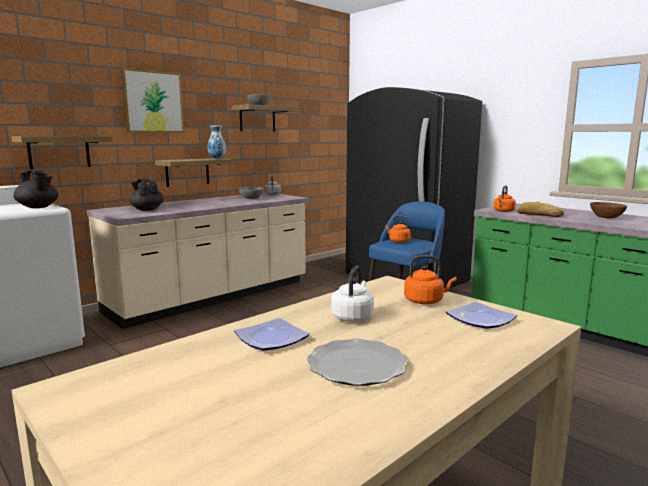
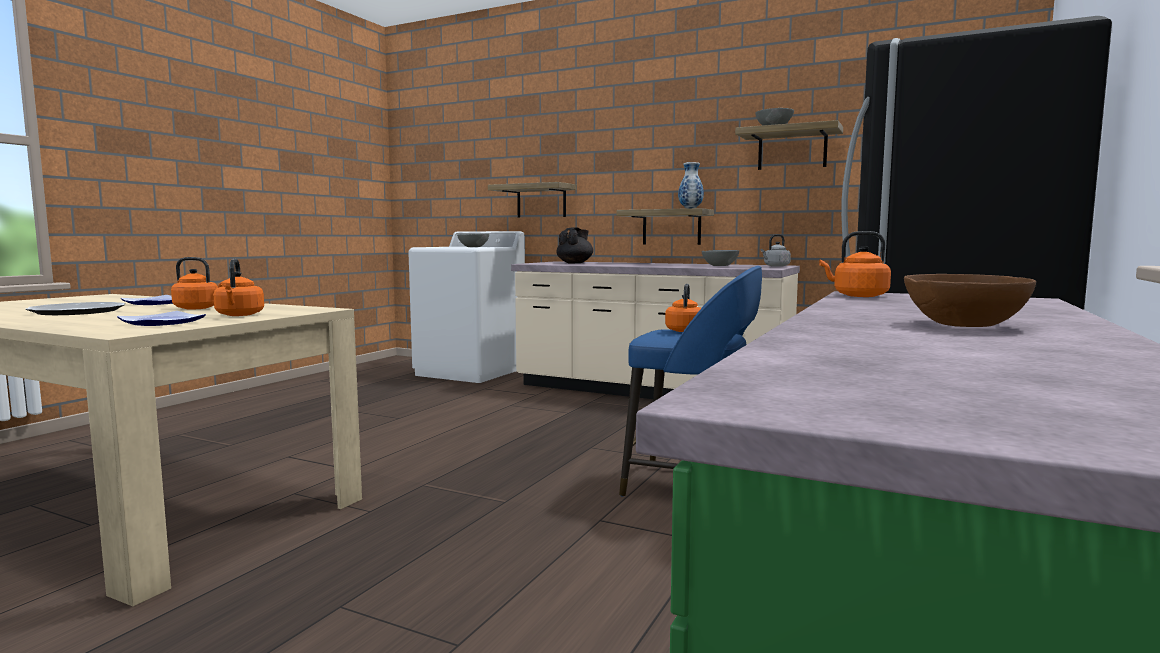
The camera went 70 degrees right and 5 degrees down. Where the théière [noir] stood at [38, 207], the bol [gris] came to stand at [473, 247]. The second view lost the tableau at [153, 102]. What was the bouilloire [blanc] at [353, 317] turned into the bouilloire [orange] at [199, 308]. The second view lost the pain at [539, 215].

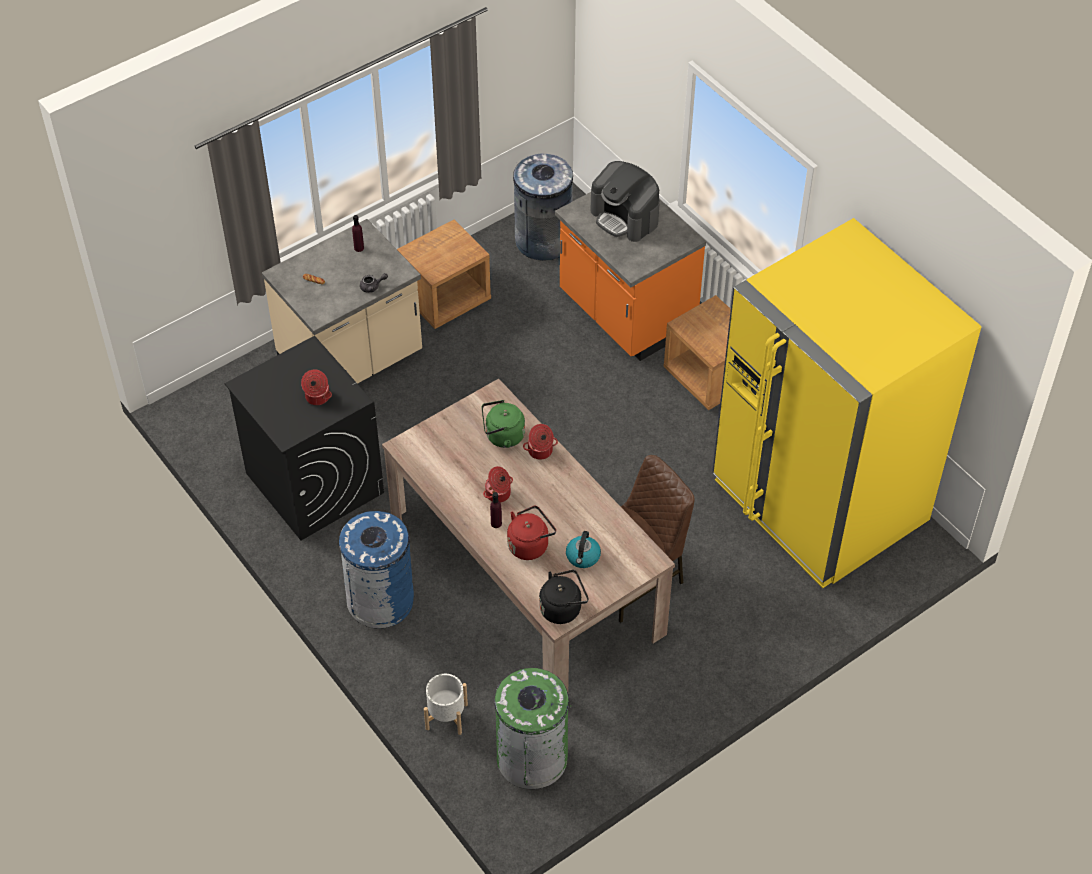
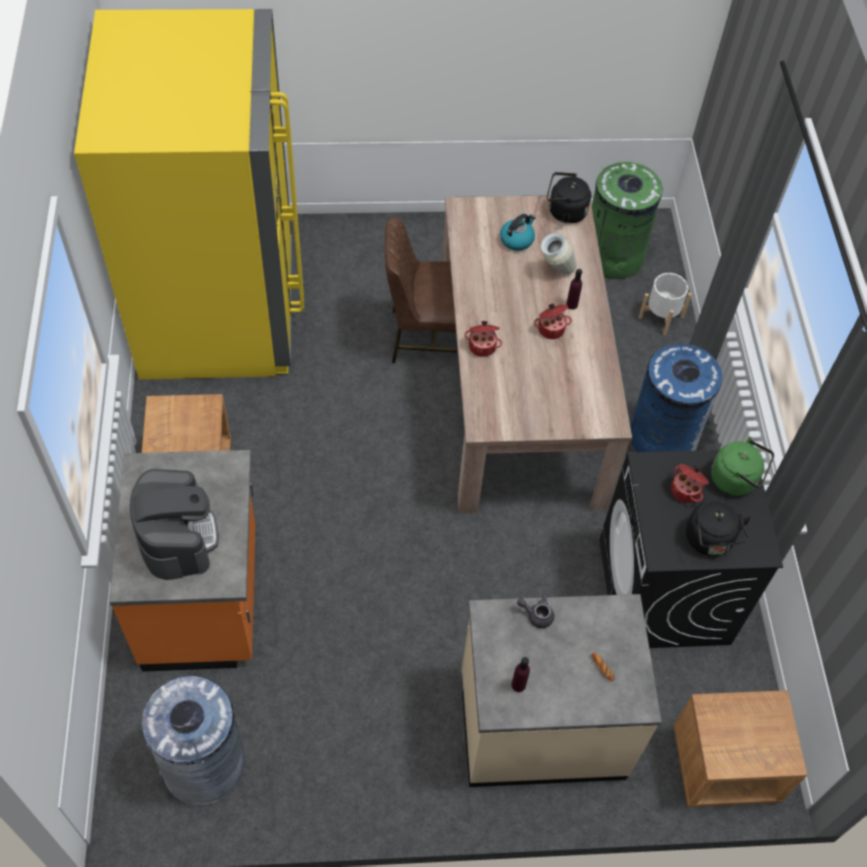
The camera went 150 degrees left and 5 degrees up. The table de chevet [marron] ended up elsewhere, having gone from [446, 298] to [724, 765]. The bouilloire [vert] ended up elsewhere, having gone from [502, 436] to [736, 480]. Where the bouilloire [rouge] stood at [530, 544], the vase came to stand at [555, 272]. The second view gained the bouilloire [noir] at [710, 541].

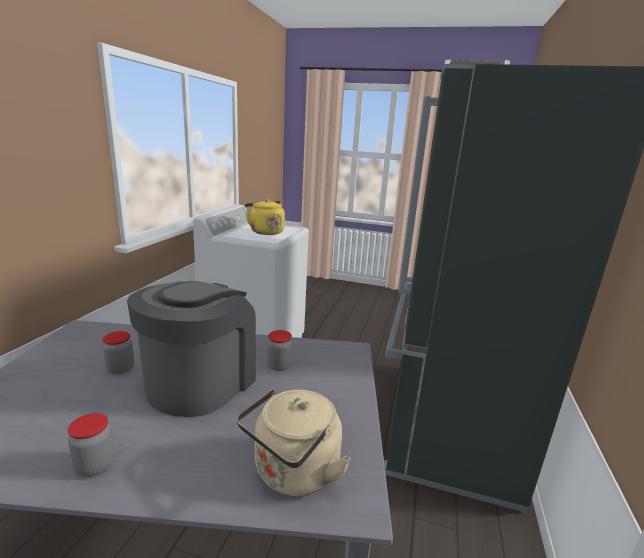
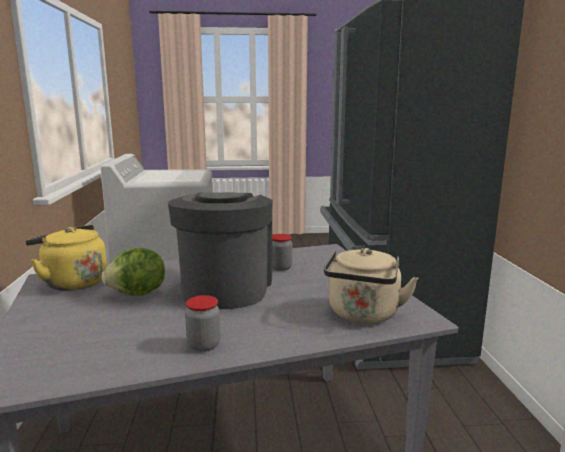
The camera went 20 degrees left and 5 degrees down. Where the bocal stood at [120, 369], the laitue came to stand at [138, 294]. The bouilloire [jaune] ended up elsewhere, having gone from [265, 232] to [73, 282].

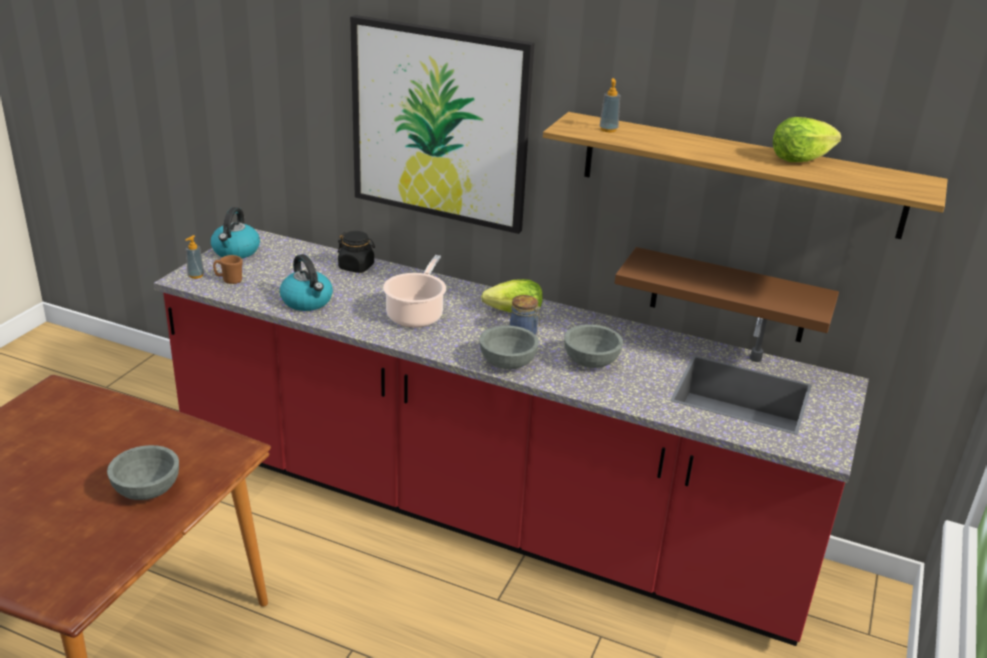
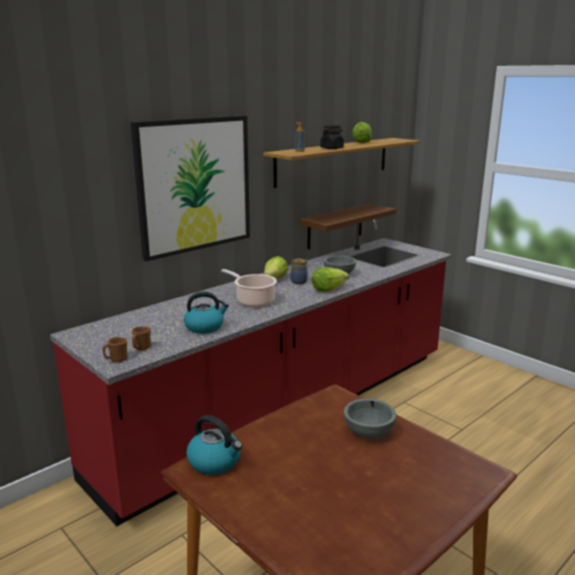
The camera went 65 degrees left and 10 degrees down. Where the distributeur de savon stood at [196, 275], the mug [marron] came to stand at [116, 360]. The bouilloire ended up elsewhere, having gone from [236, 251] to [215, 461]. The bocal [noir] ended up elsewhere, having gone from [356, 267] to [332, 148]. Where the bol [gris] stood at [507, 363], the laitue came to stand at [328, 289].

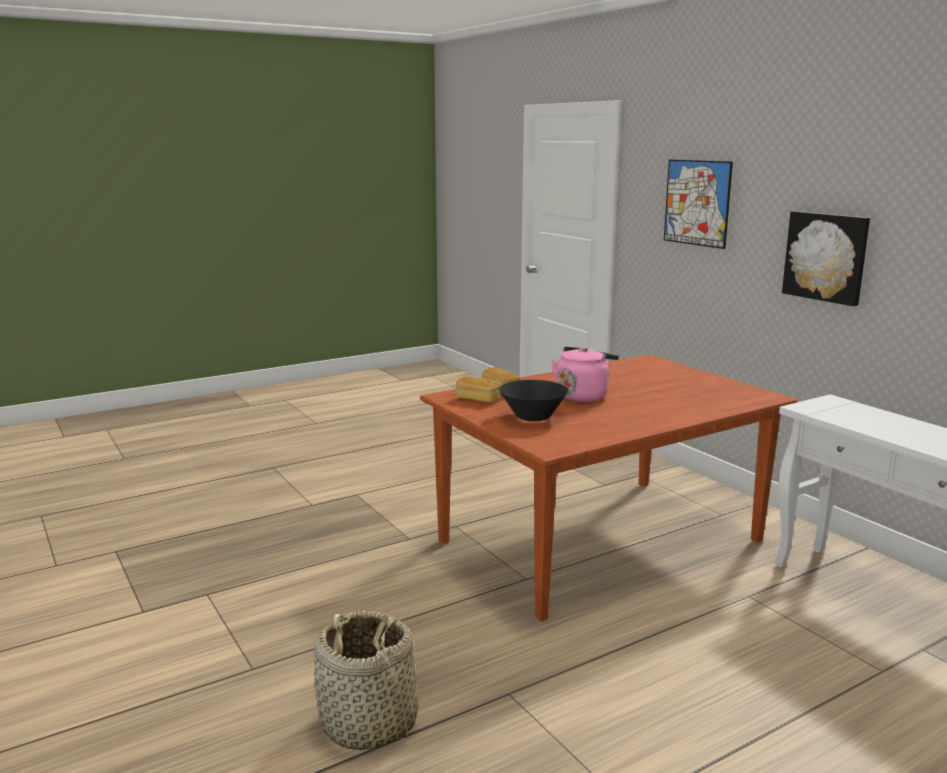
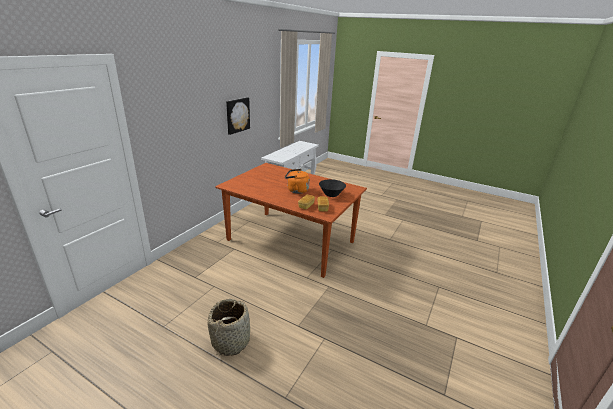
The camera went 120 degrees left and 10 degrees up. The panier ended up elsewhere, having gone from [369, 724] to [231, 340]. What was the bouilloire [rose] at [583, 396] turned into the bouilloire [orange] at [296, 190]. The second view lost the tableau at [697, 203].

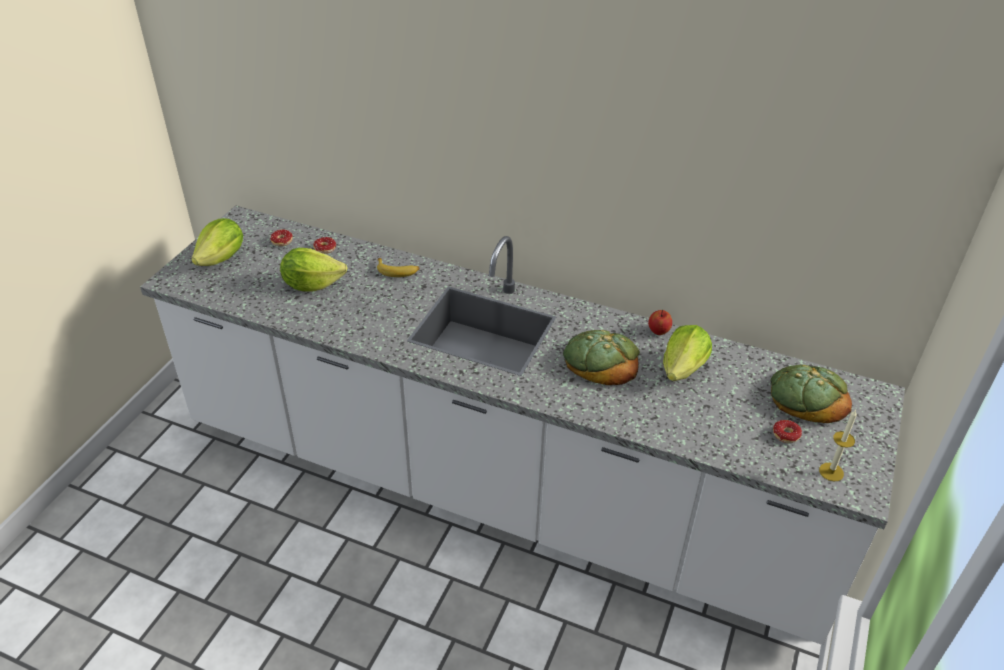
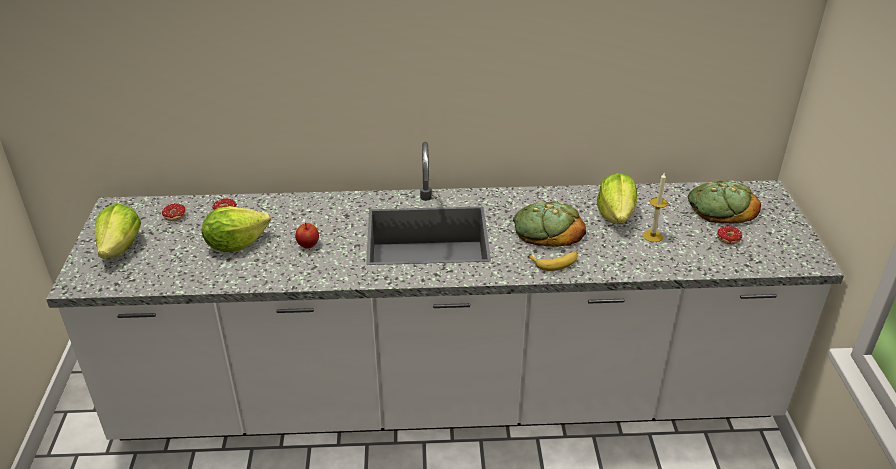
The camera went 25 degrees left and 5 degrees down. The banane ended up elsewhere, having gone from [397, 271] to [555, 263]. The pomme ended up elsewhere, having gone from [658, 331] to [308, 245]. The bougie ended up elsewhere, having gone from [831, 472] to [652, 236].

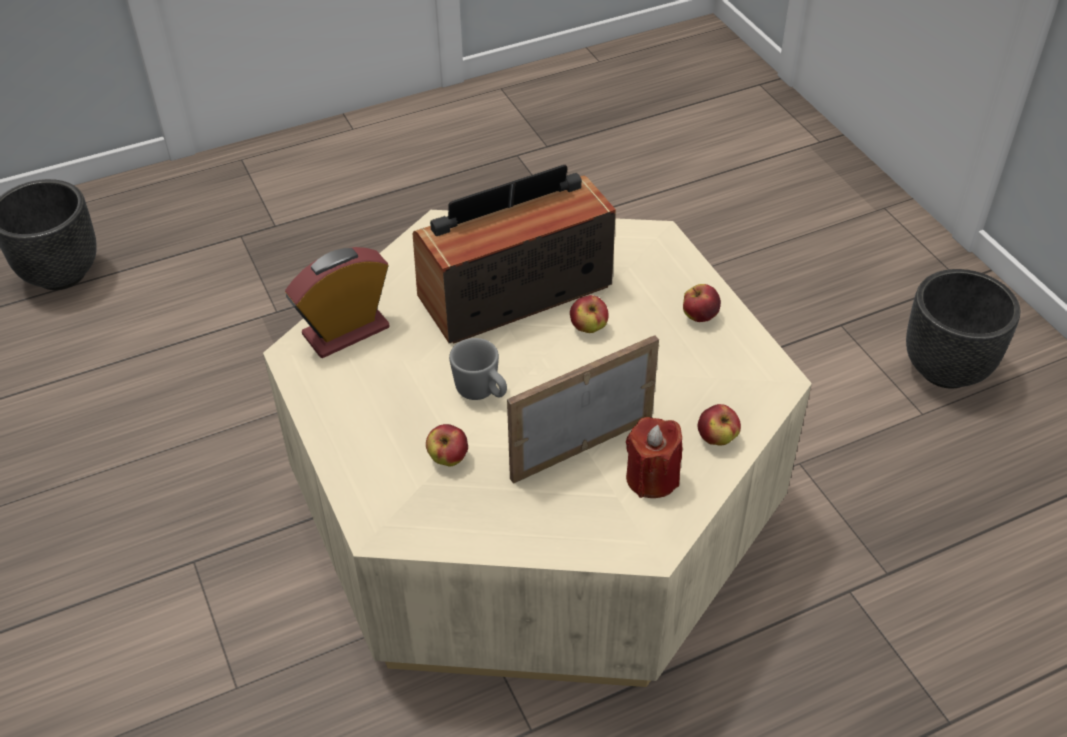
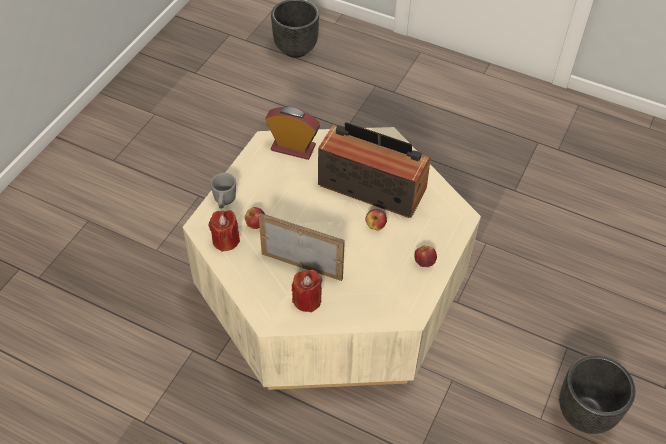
The camera went 50 degrees right and 5 degrees up. The mug [gris] ended up elsewhere, having gone from [482, 392] to [224, 202]. The second view lost the pomme at [716, 438]. The second view gained the bougie [rouge] at [225, 240].

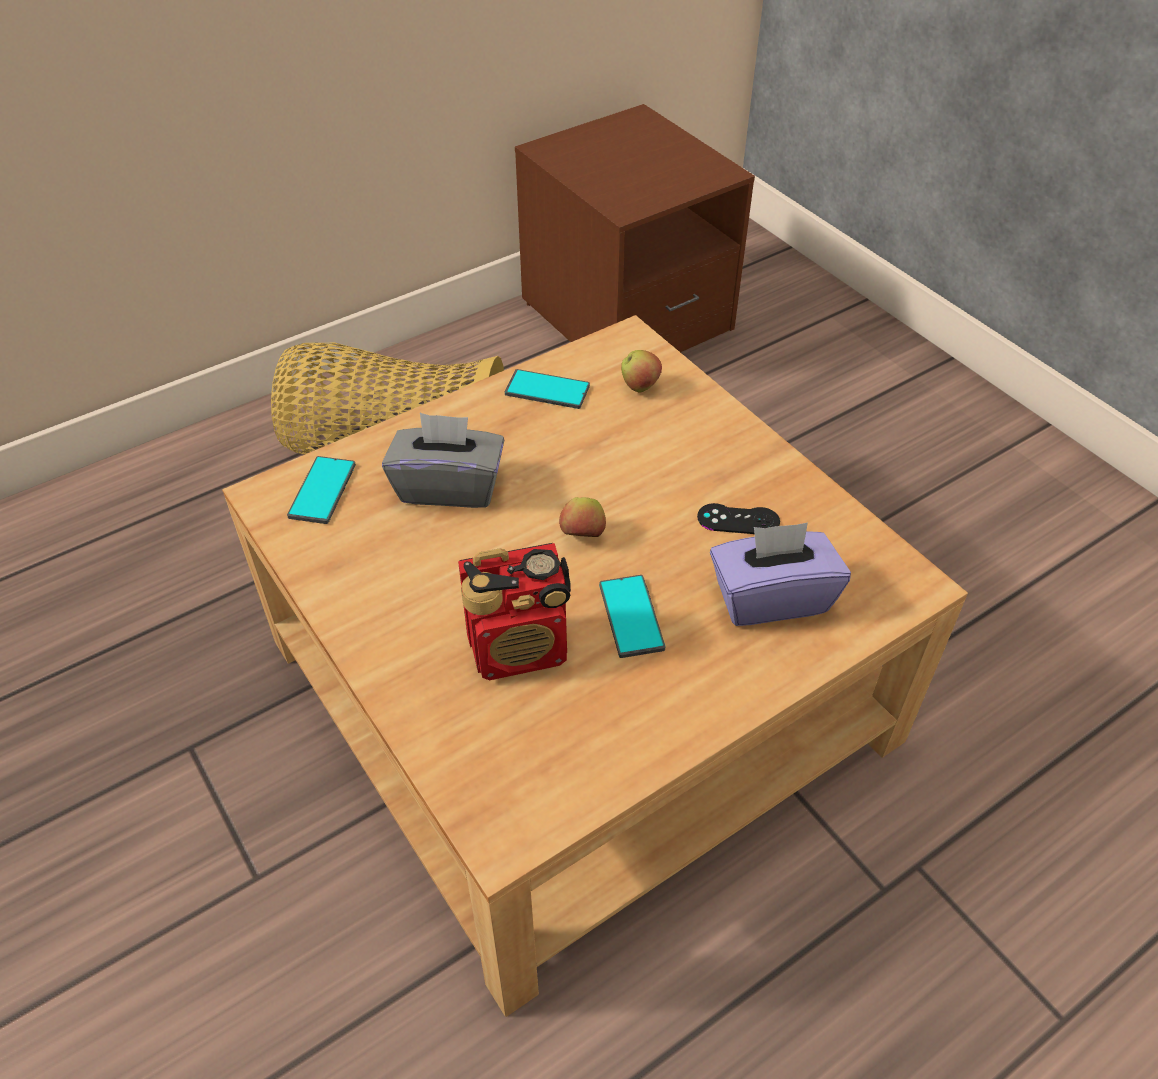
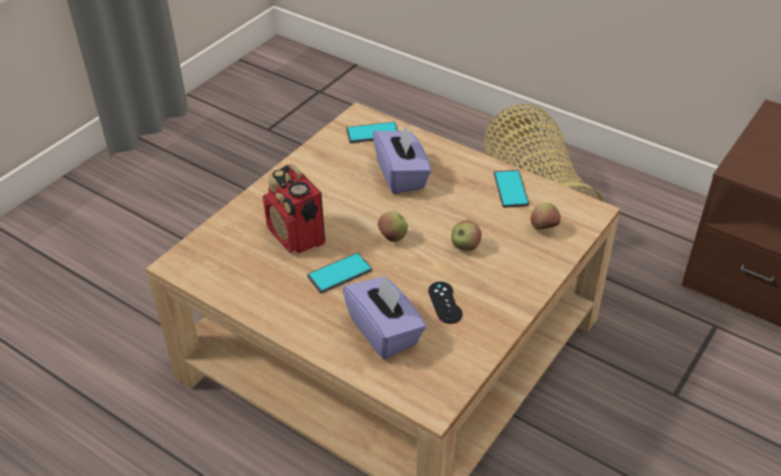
The camera went 70 degrees right and 5 degrees down. What was the boîte à mouchoirs [gris] at [449, 486] turned into the boîte à mouchoirs [violet] at [402, 175]. The second view gained the pomme at [465, 247].

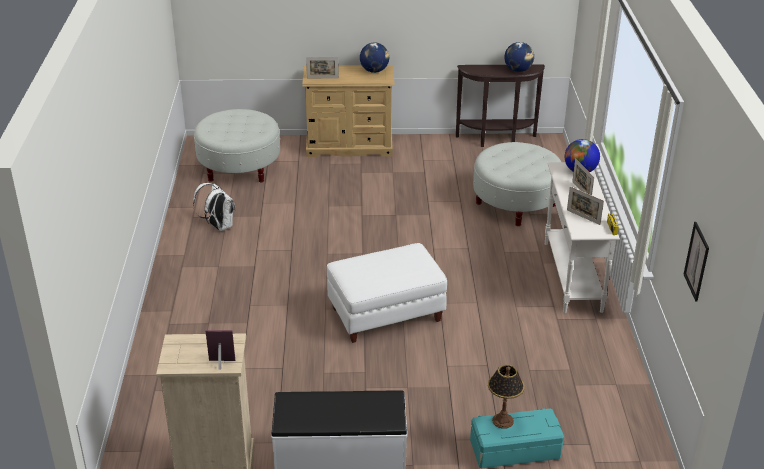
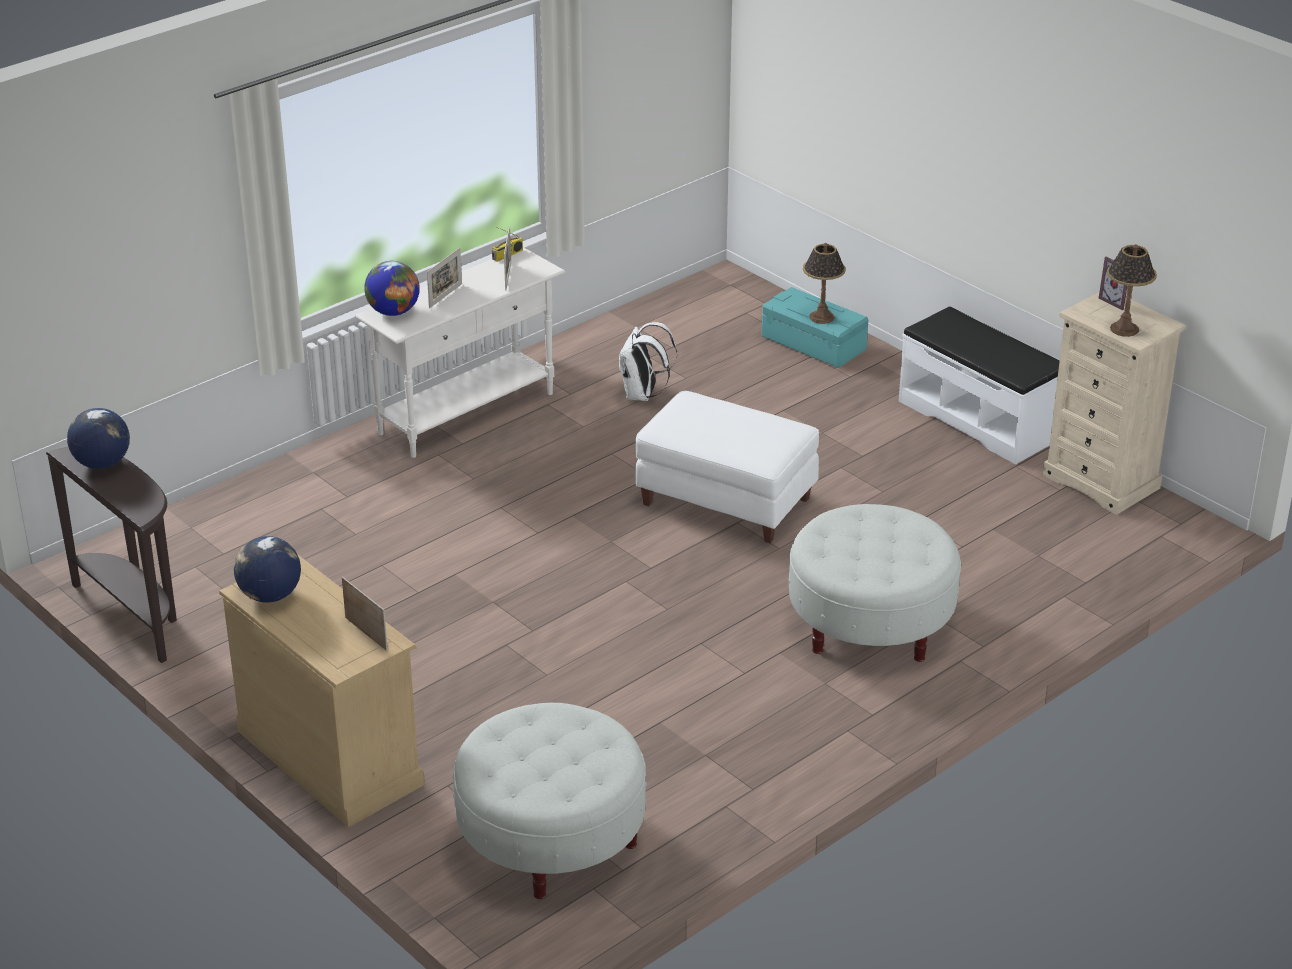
The camera went 130 degrees left and 0 degrees up. The sac à dos [blanc] ended up elsewhere, having gone from [218, 226] to [642, 395]. The pouf [blanc] ended up elsewhere, having gone from [515, 204] to [870, 624]. The second view lost the tableau at [696, 261]. The second view gained the lampe de table at [1124, 329].

